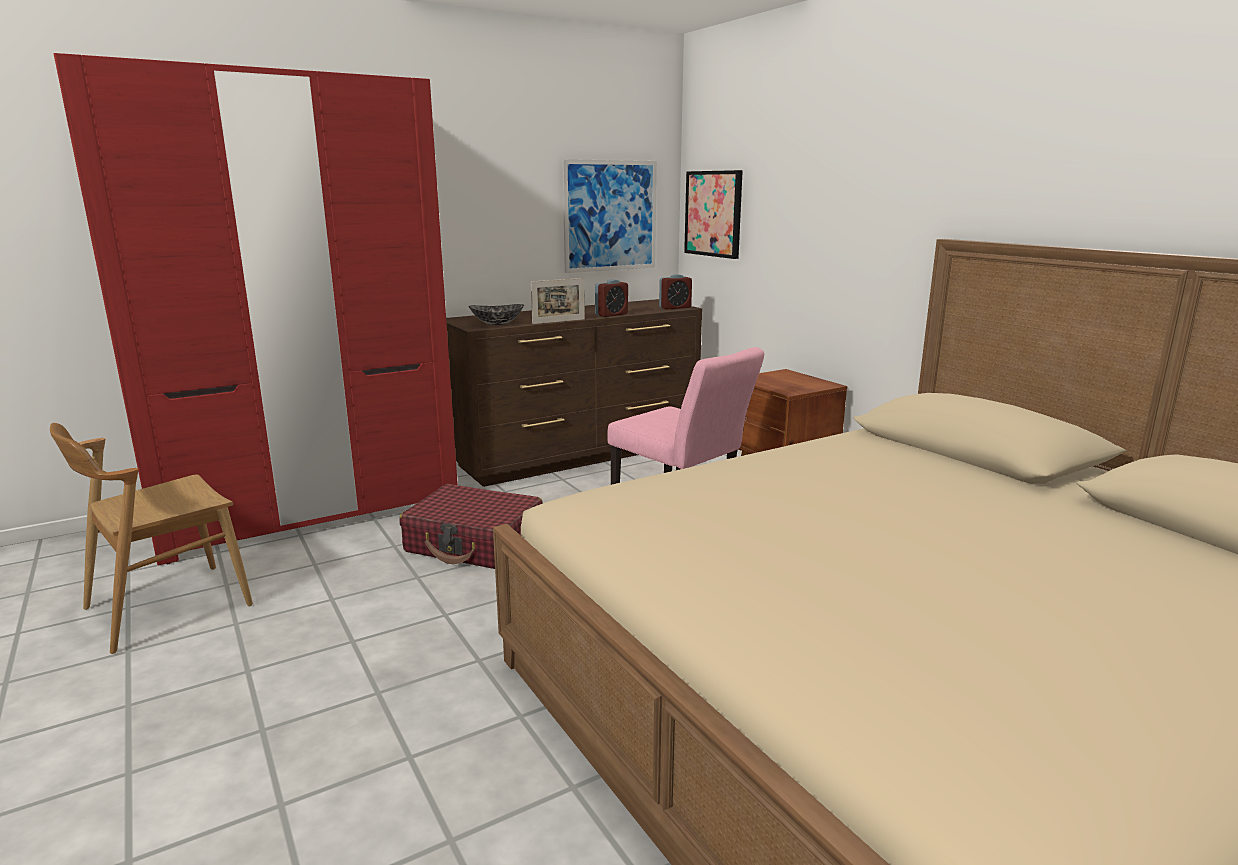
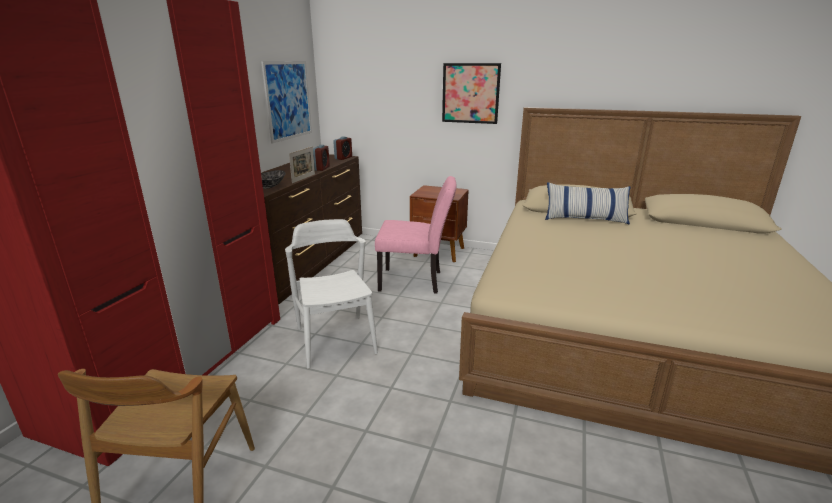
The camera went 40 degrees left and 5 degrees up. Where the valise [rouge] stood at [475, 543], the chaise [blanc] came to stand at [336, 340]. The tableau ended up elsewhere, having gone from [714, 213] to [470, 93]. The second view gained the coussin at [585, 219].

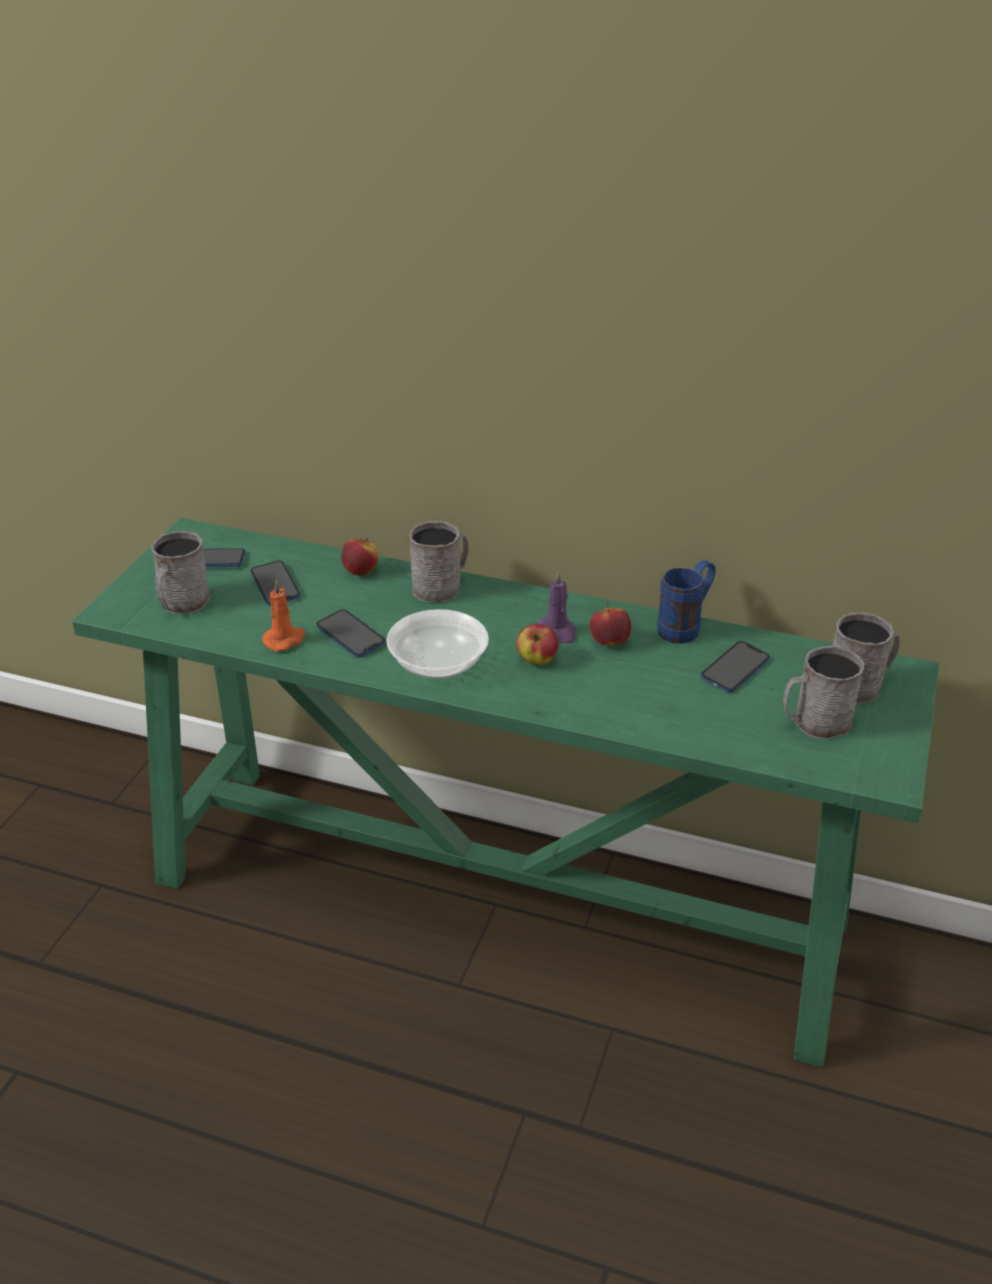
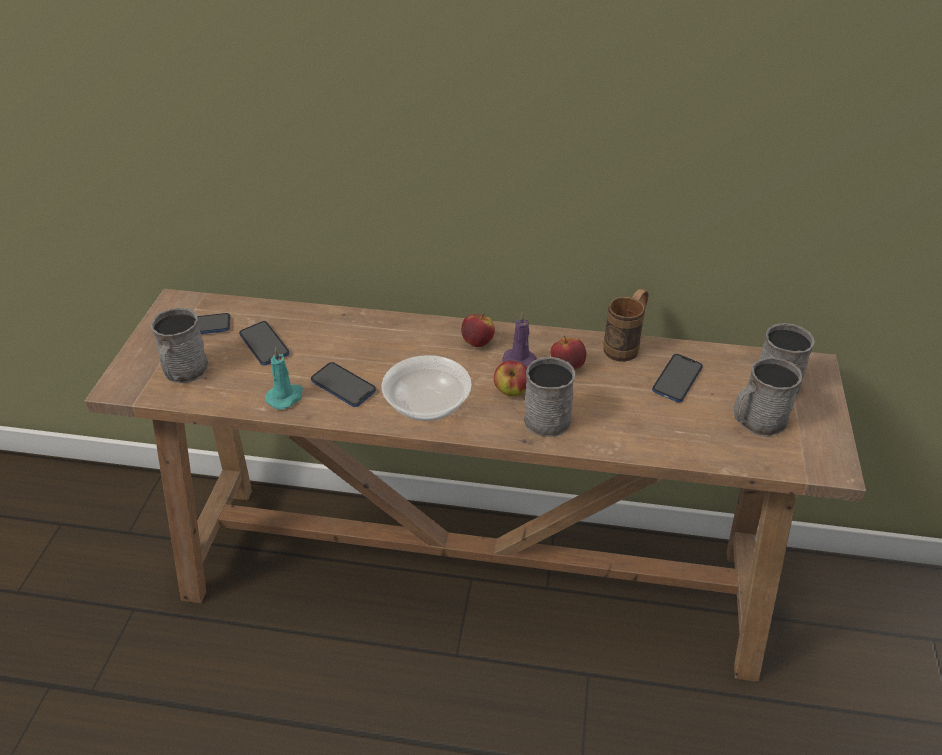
The camera went 10 degrees left and 5 degrees up. What was the table console [vert] at [500, 903] turned into the table console [marron] at [474, 576]. What was the bougie [orange] at [285, 640] turned into the bougie [turquoise] at [286, 397]. The pomme ended up elsewhere, having gone from [361, 572] to [477, 342]. The mug [gris] ended up elsewhere, having gone from [442, 586] to [551, 416]. What was the mug [bleu] at [685, 627] turned into the mug [marron] at [625, 346].

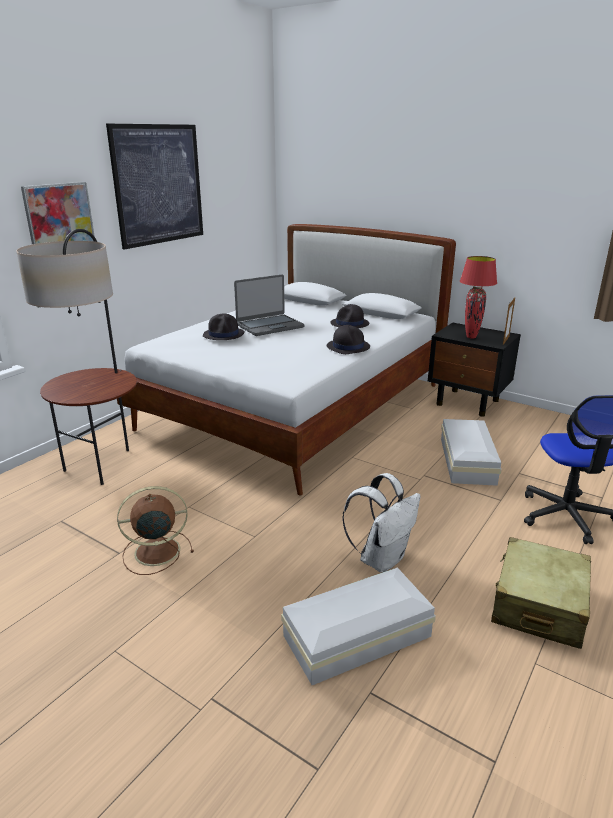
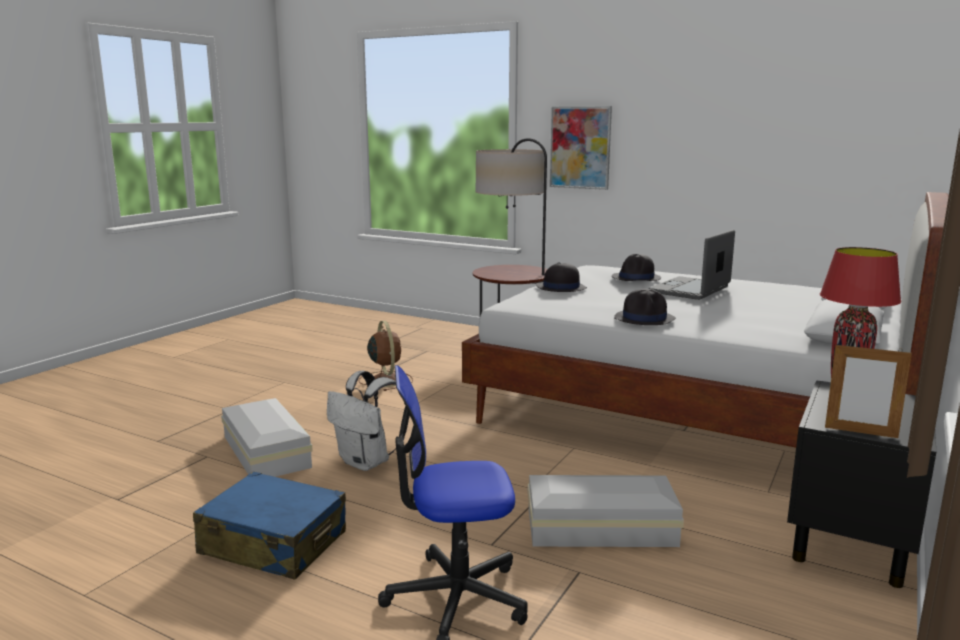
The camera went 85 degrees right and 10 degrees down. The second view lost the tableau at [158, 185]. The ordinateur portable at [269, 326] ended up facing another way, 75 degrees clockwise from before. The chapeau [noir] ended up elsewhere, having gone from [349, 324] to [560, 287]. What was the valise [beige] at [538, 605] turned into the valise [bleu] at [273, 543].

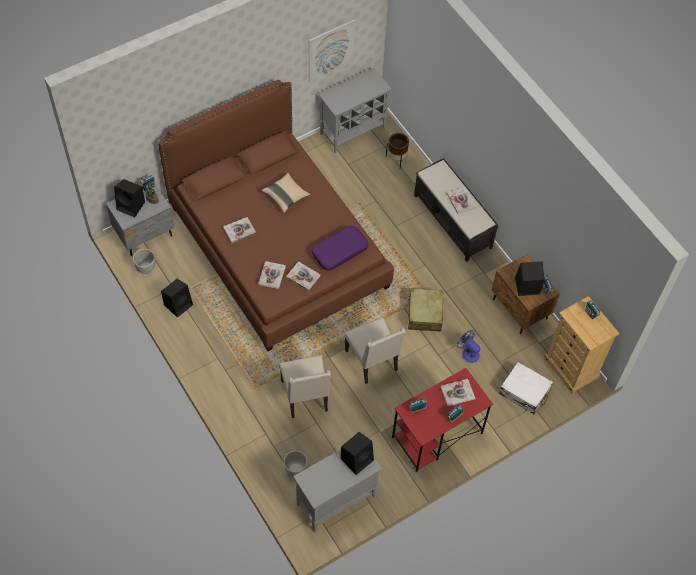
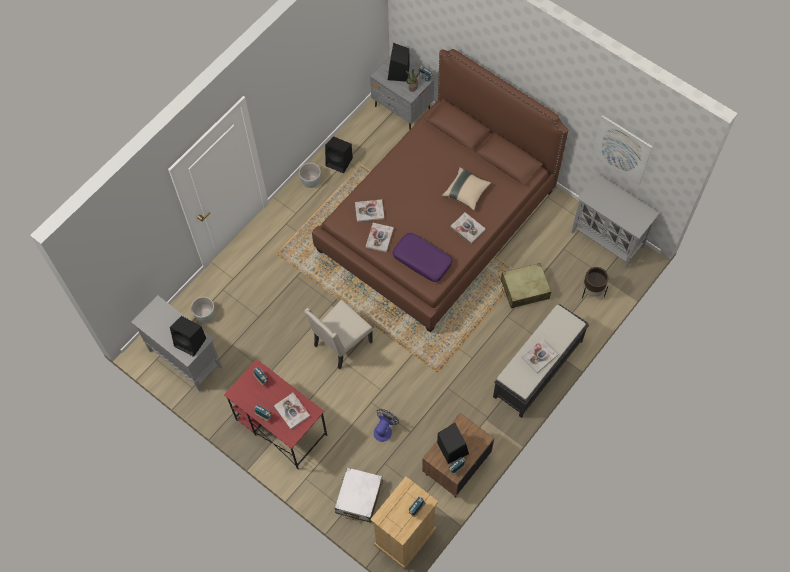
The camera went 75 degrees right and 5 degrees up. The cache-pot [gris] ended up elsewhere, having gone from [145, 267] to [311, 181]. The livre ended up elsewhere, having gone from [239, 230] to [467, 228]. The second view lost the chaise [beige] at [305, 397]. The valise [beige] ended up elsewhere, having gone from [425, 314] to [524, 289].

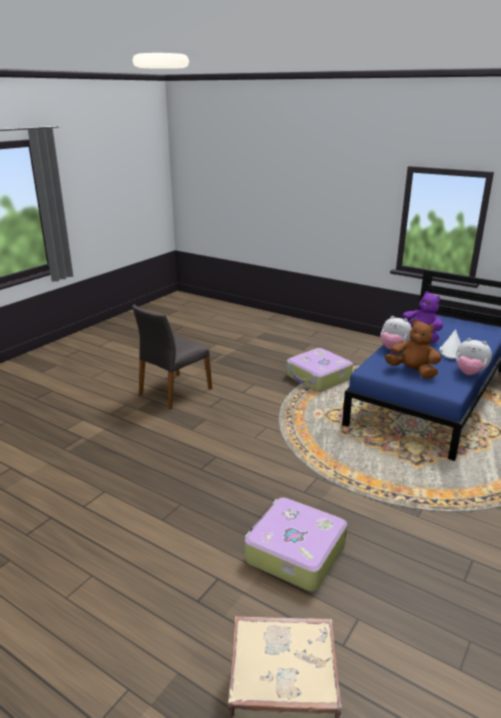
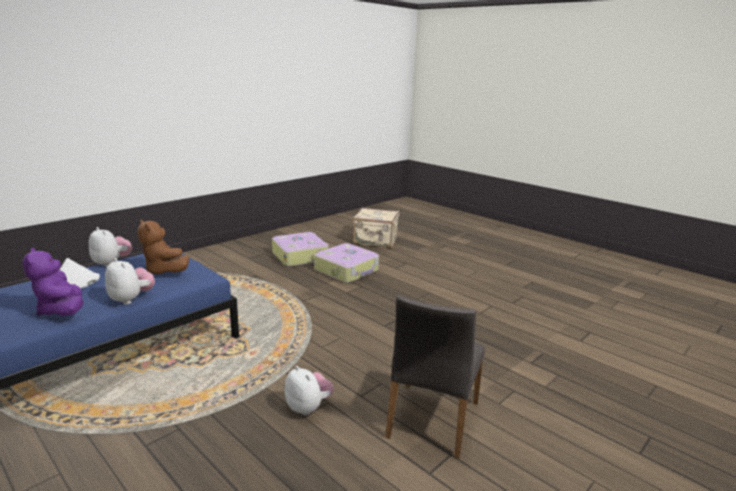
The camera went 170 degrees left and 5 degrees down. The chaise [gris] at [174, 391] ended up facing another way, 150 degrees clockwise from before. The valise ended up elsewhere, having gone from [318, 377] to [300, 256]. The second view gained the peluche at [308, 407].

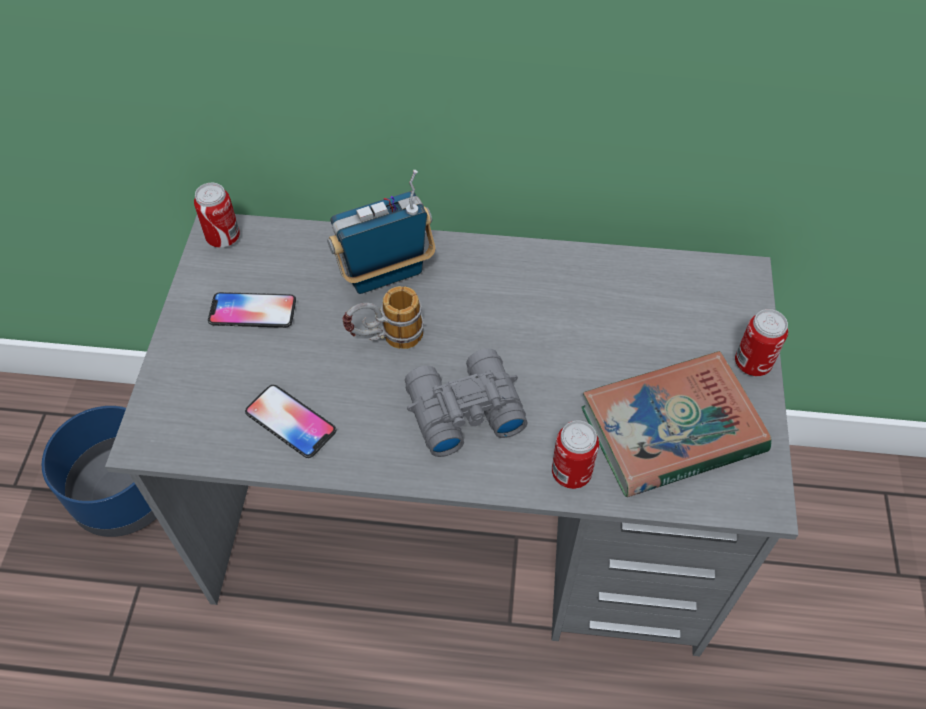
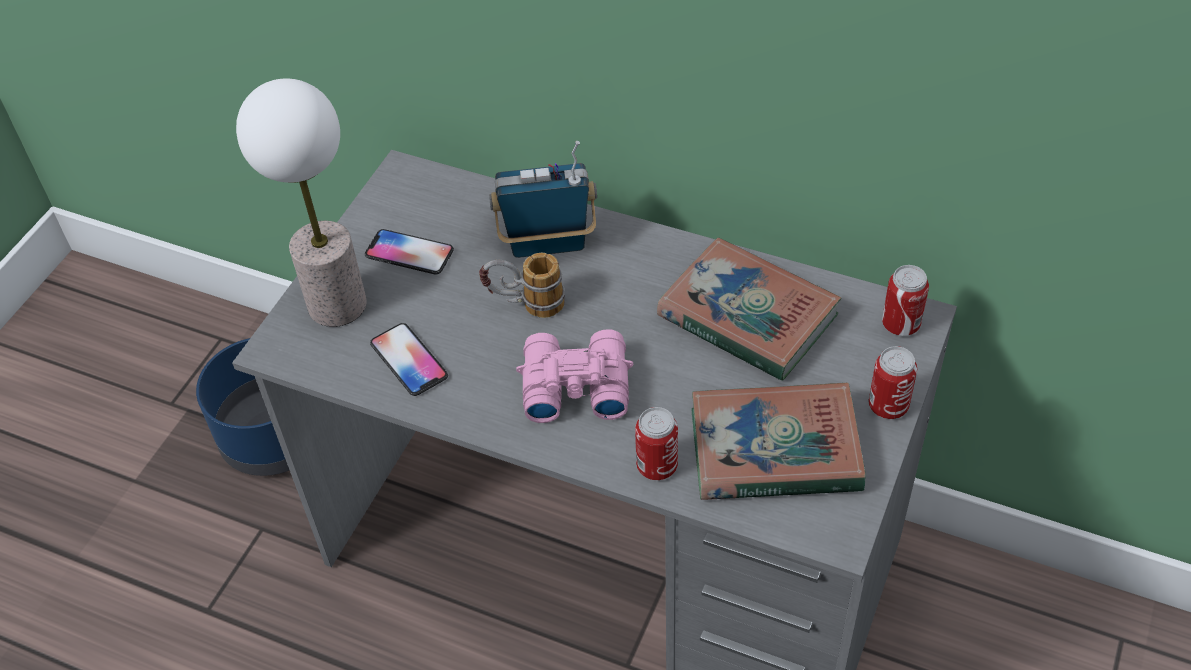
The camera went 20 degrees right and 5 degrees down. The boîte métallique ended up elsewhere, having gone from [223, 238] to [900, 324]. What was the jumelles [gris] at [461, 409] turned into the jumelles [rose] at [573, 385]. The second view gained the lampe de table at [336, 304]. The second view gained the livre at [747, 316].

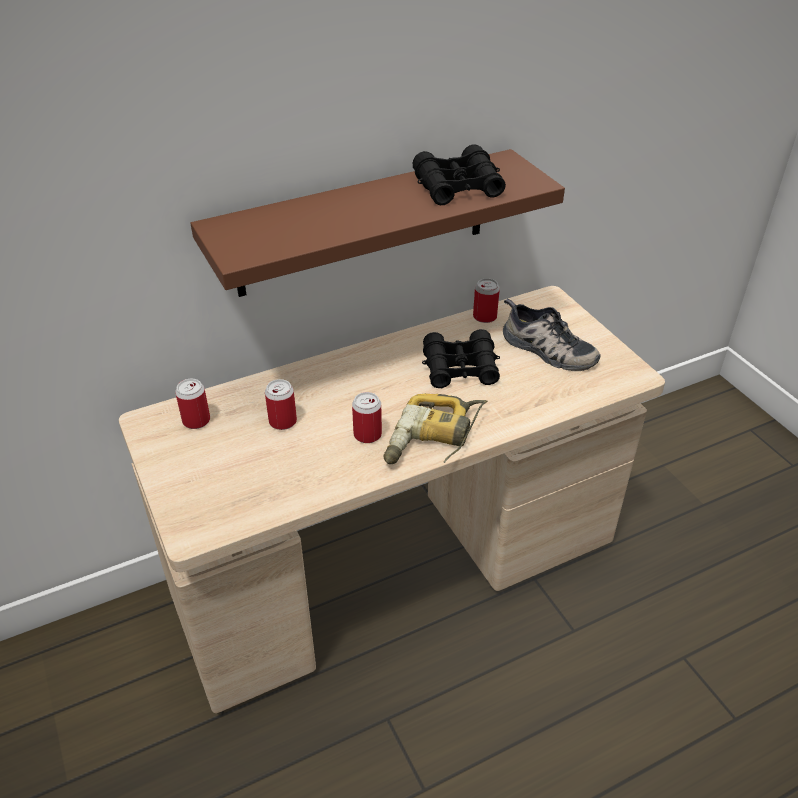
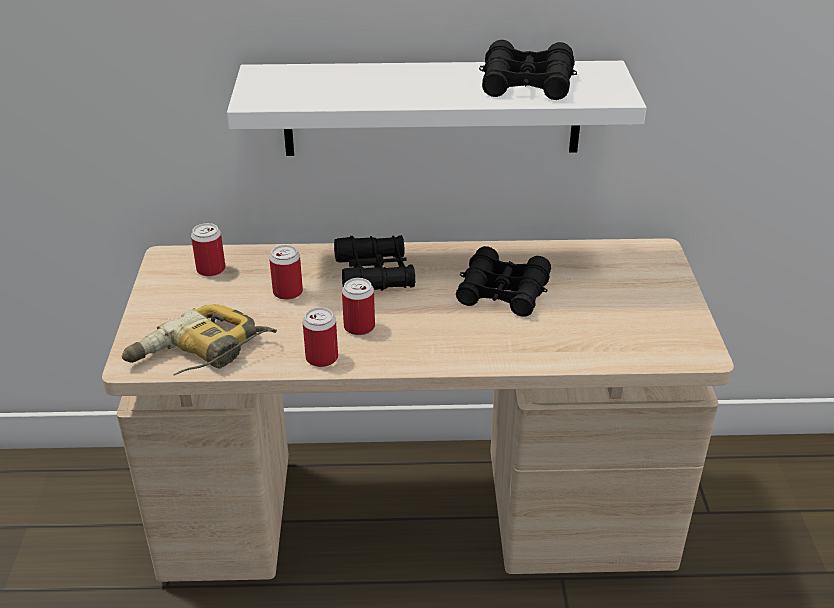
The camera went 25 degrees right and 5 degrees down. What was the étagère [marron] at [363, 223] turned into the étagère [blanc] at [432, 108]. The perceuse ended up elsewhere, having gone from [434, 440] to [200, 355]. The boîte métallique ended up elsewhere, having gone from [484, 317] to [322, 358]. The second view lost the chaussure at [546, 350]. The second view gained the jumelles [noir] at [374, 274].

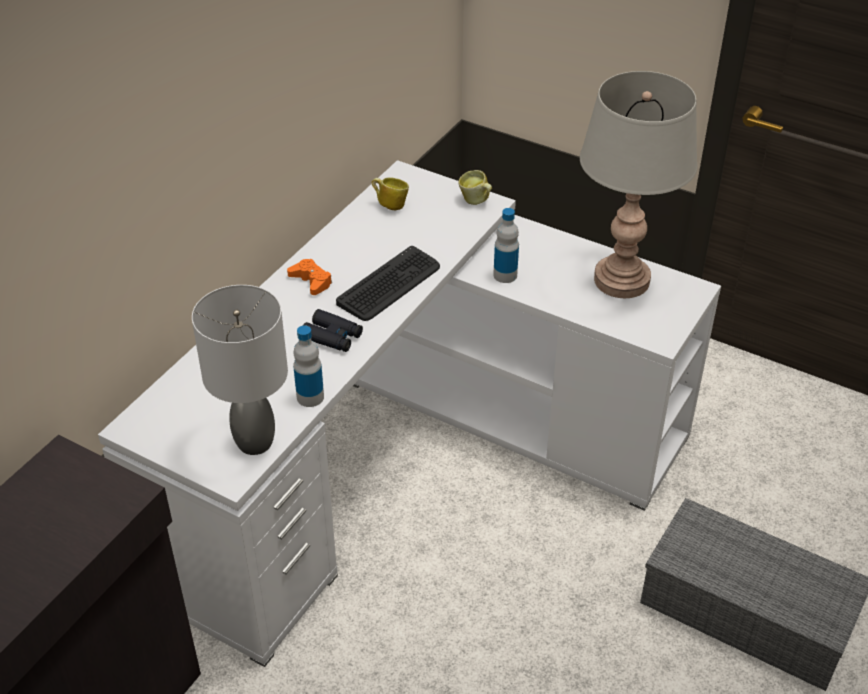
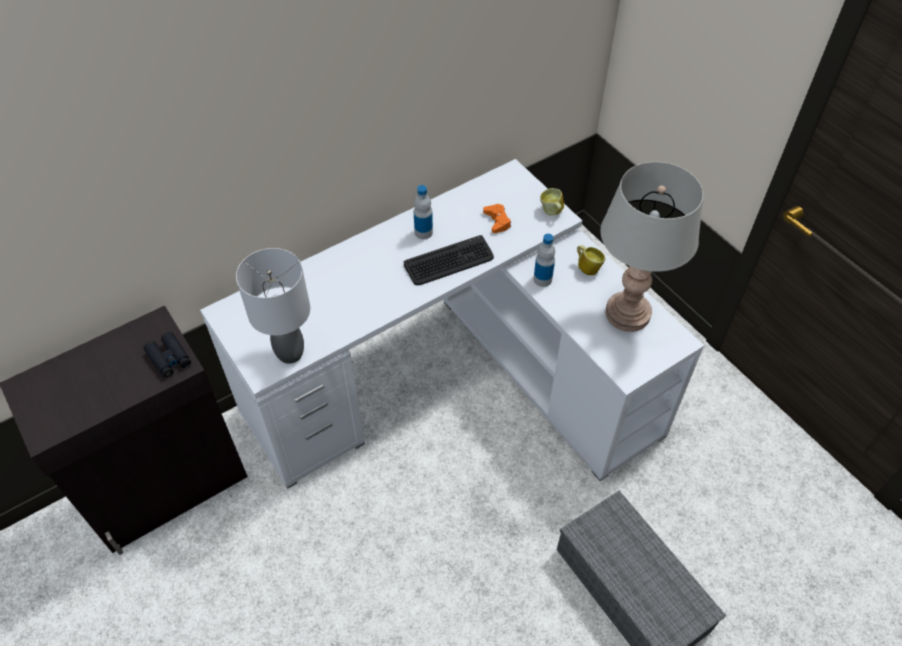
The camera went 25 degrees right and 10 degrees up. The manette [orange] ended up elsewhere, having gone from [311, 281] to [497, 221]. The bouteille ended up elsewhere, having gone from [310, 397] to [423, 232]. The jumelles [noir] ended up elsewhere, having gone from [332, 337] to [169, 359]. The mug ended up elsewhere, having gone from [390, 205] to [587, 267].

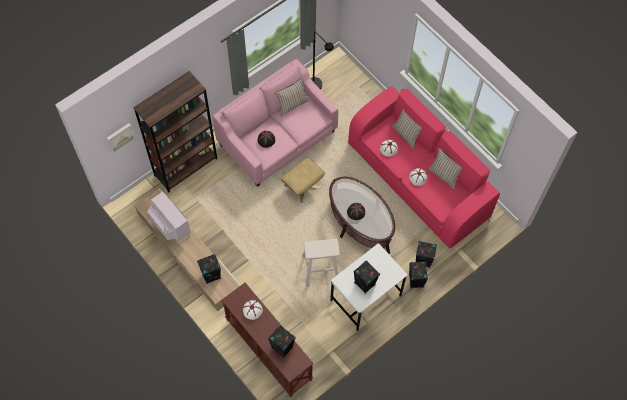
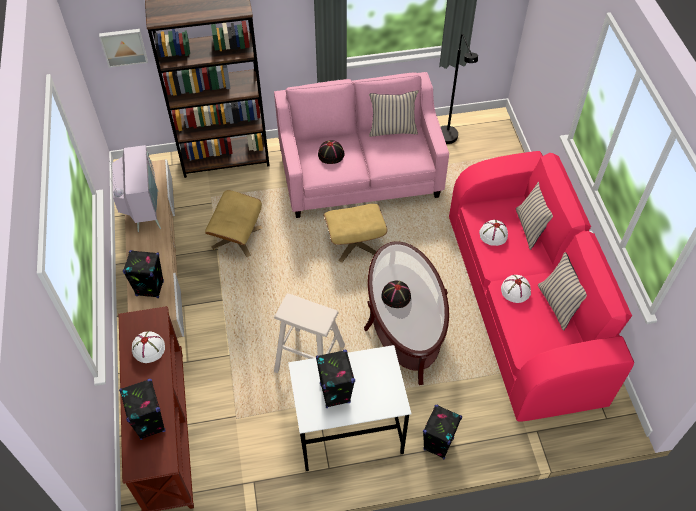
The camera went 30 degrees right and 10 degrees down. The second view lost the enceinte [noir] at [423, 260]. The second view gained the pouf [beige] at [237, 237].

